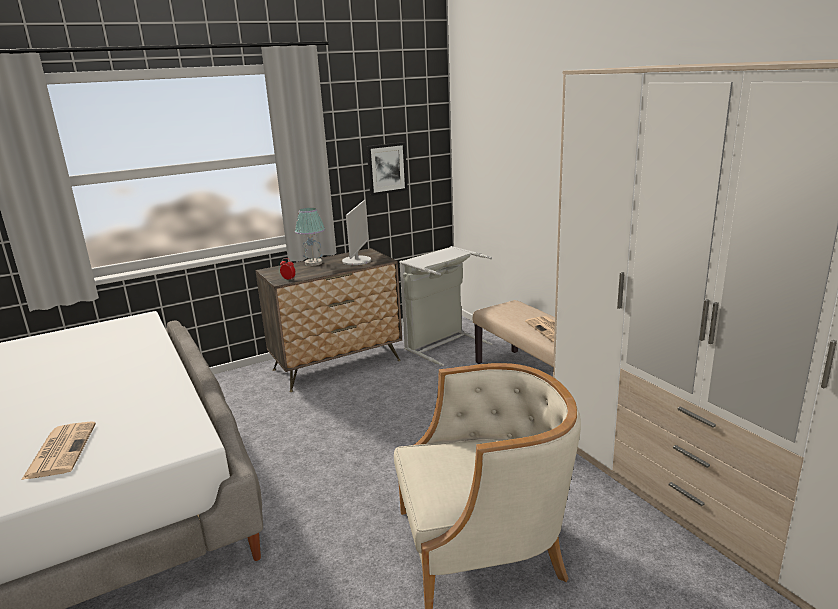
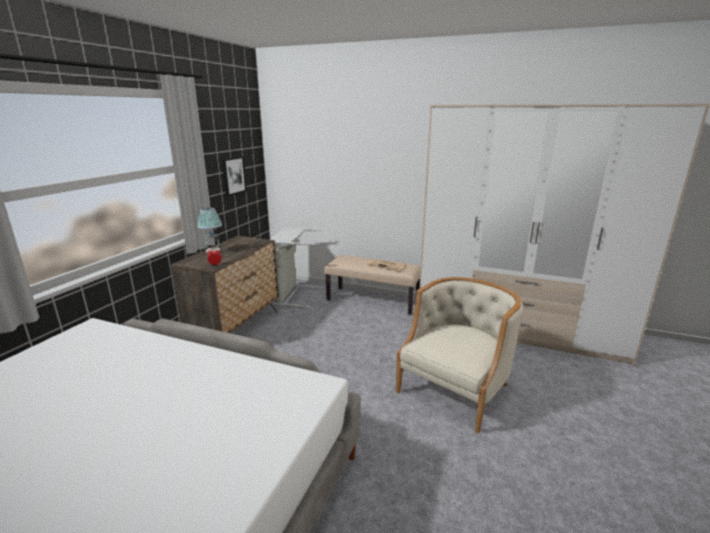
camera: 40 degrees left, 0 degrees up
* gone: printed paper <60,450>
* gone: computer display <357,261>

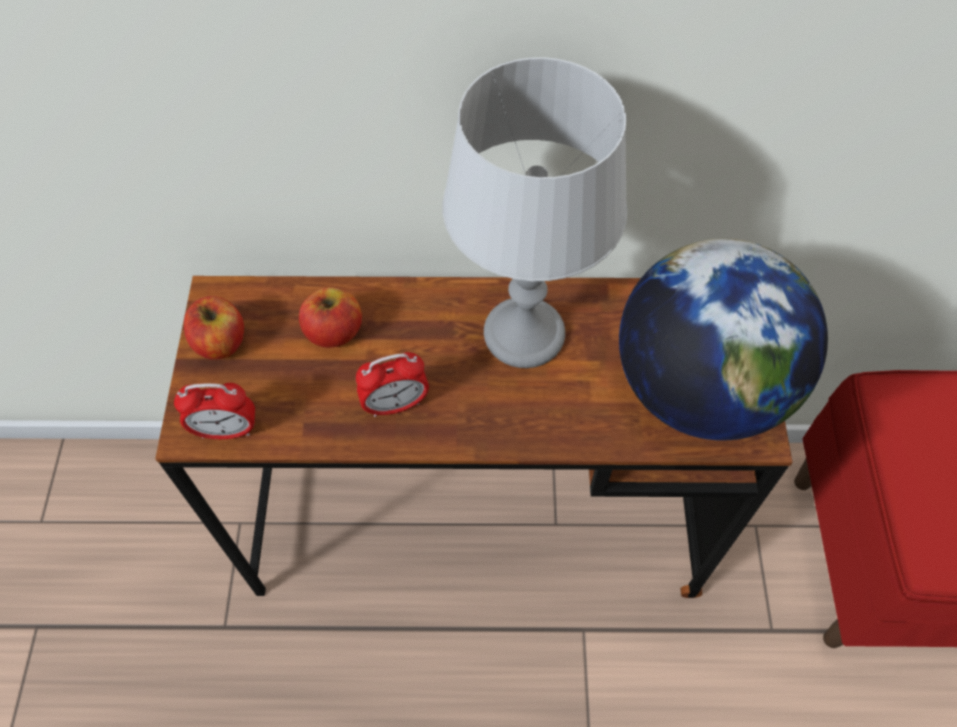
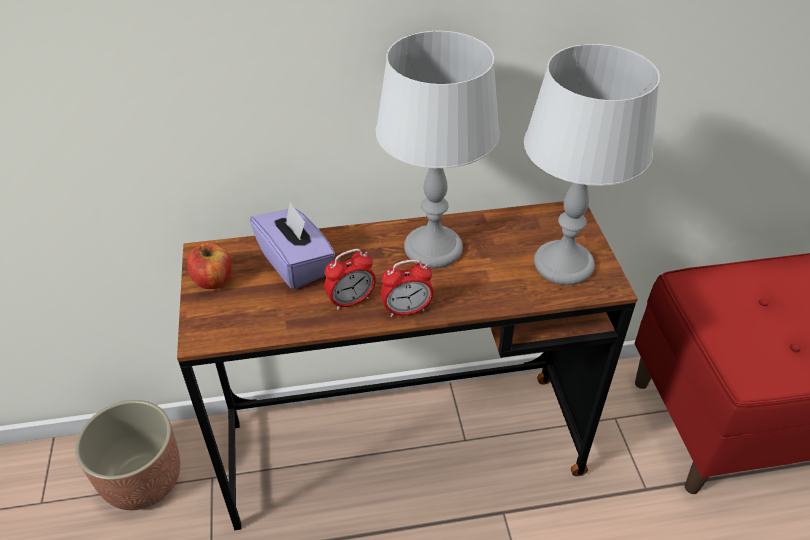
camera: 10 degrees left, 15 degrees down
* new: flower pot <142,479>
* shifted: bedside clock <226,430> to <406,310>
* swapped: apple fruit <334,332> to tissue holder/purplish <296,263>
* swapped: world globe <699,388> to table lamp/grey <562,264>

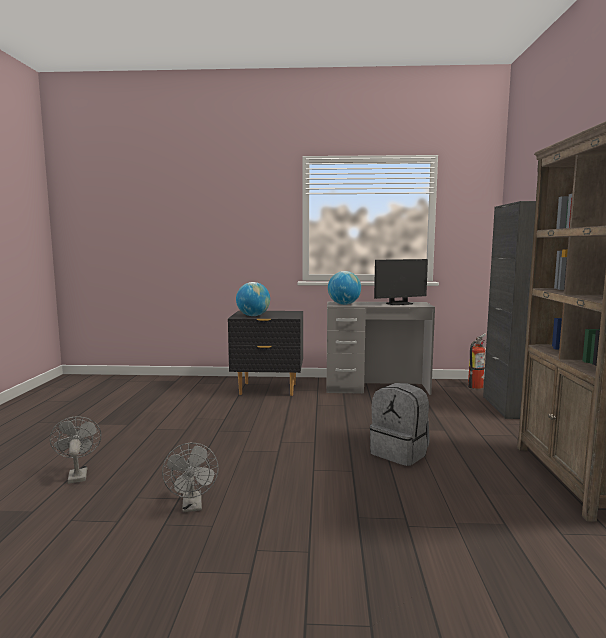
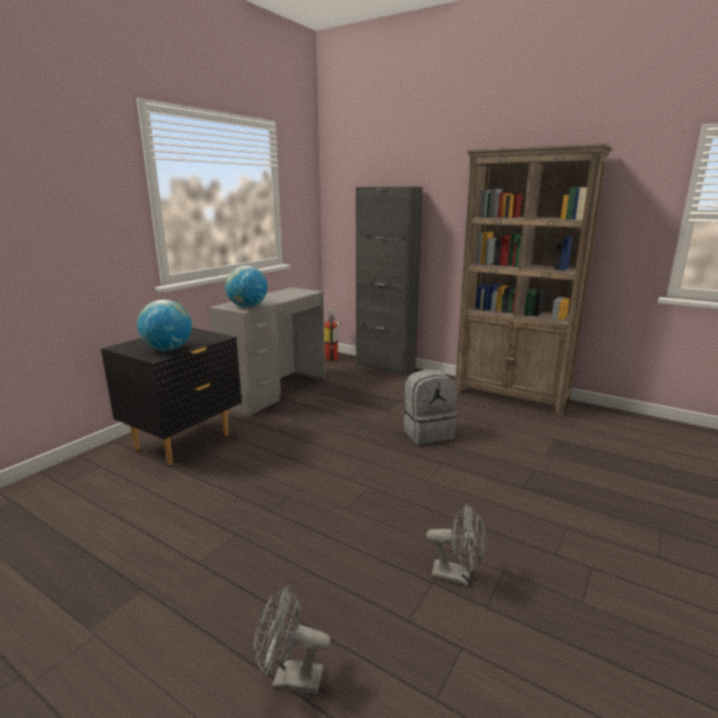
camera: 60 degrees left, 10 degrees up
* gone: computer display <399,303>

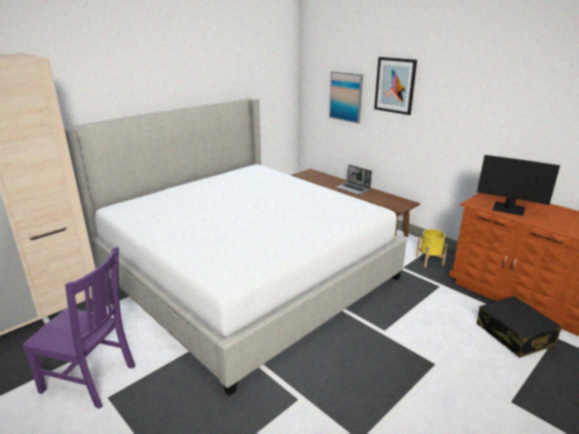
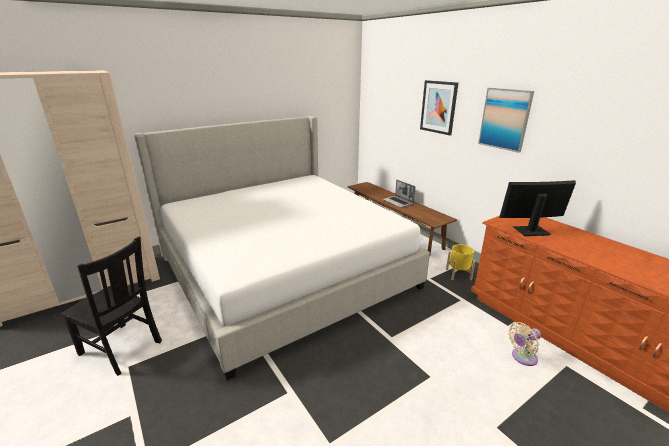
camera: 10 degrees right, 0 degrees up
* shifted: wall picture <346,97> to <505,119>
* swapped: piece of luggage/black-coloured <514,335> to cooling fan/beige-coloured <522,357>
* repainted: chair/purplish <91,379> to chair/black-coloured <122,349>
* rotated: computer display <508,209> = <530,231> 135 degrees clockwise

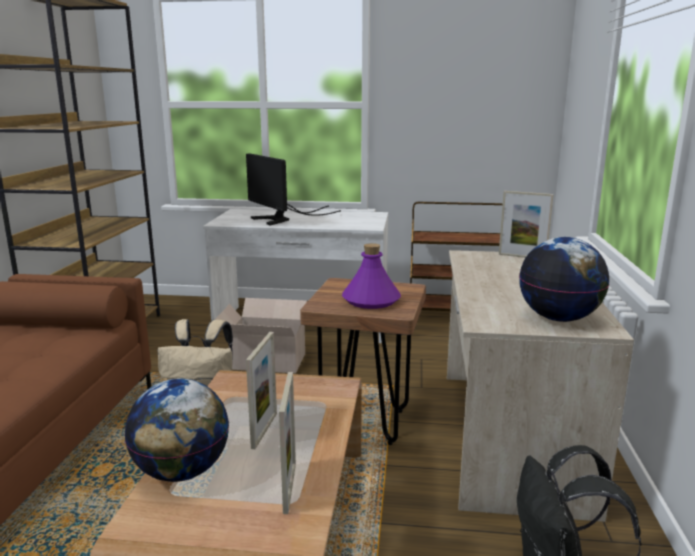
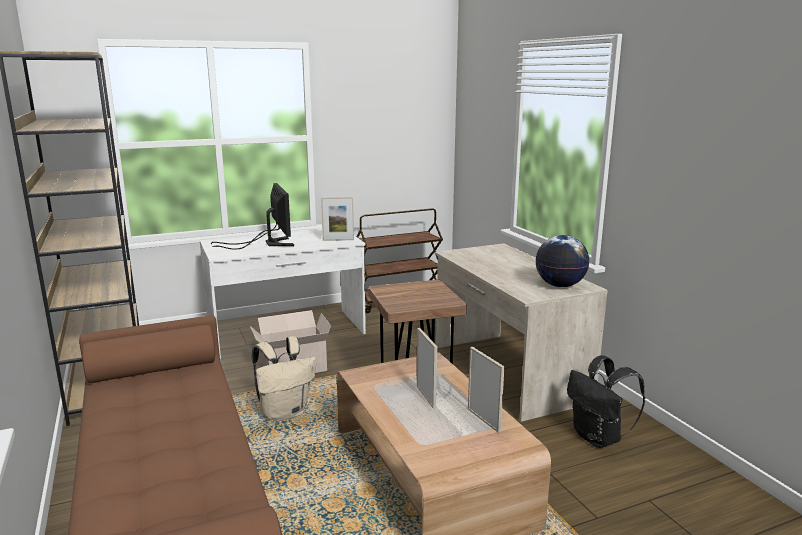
camera: 30 degrees left, 0 degrees up
* gone: world globe <181,472>
* gone: drink bottle/purplish <371,300>
* shifted: picture frame <522,257> to <338,240>
* rotated: computer display <283,219> = <268,243> 135 degrees counterclockwise

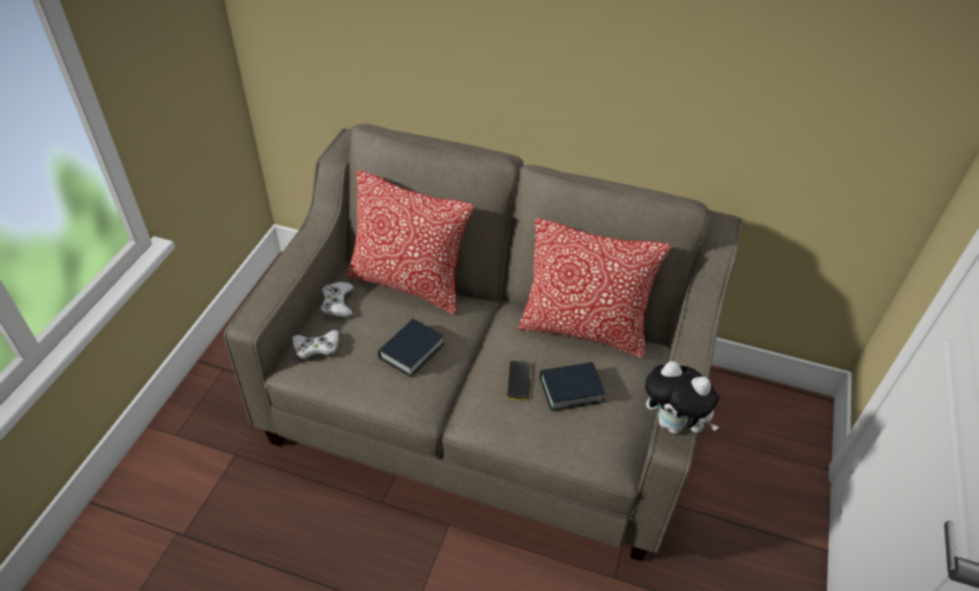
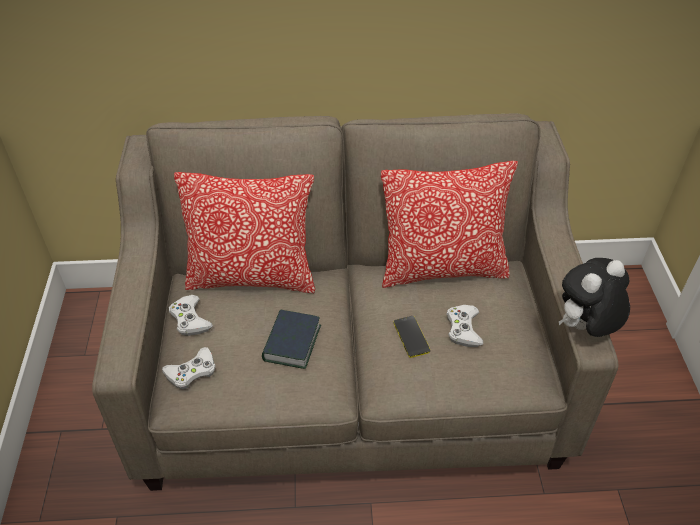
camera: 20 degrees left, 0 degrees up
* swapped: bound book <571,389> to gamepad/white-coloured <463,329>
* rotated: cuddly toy <673,424> = <584,328> 135 degrees clockwise

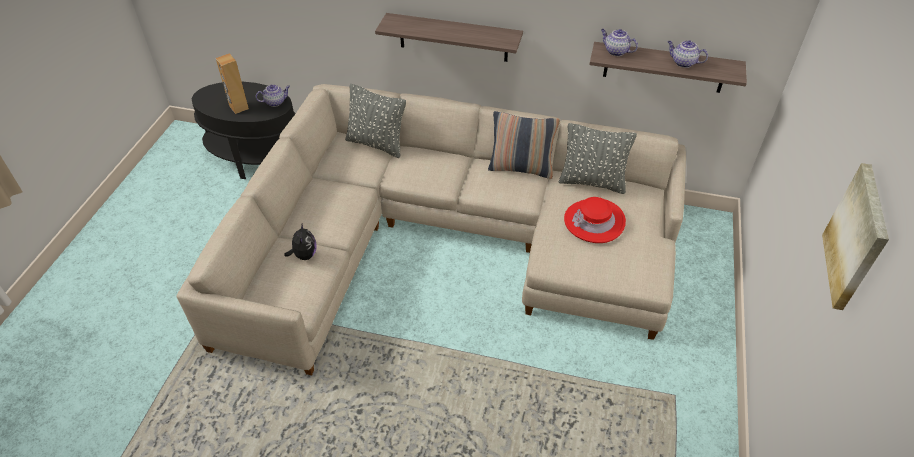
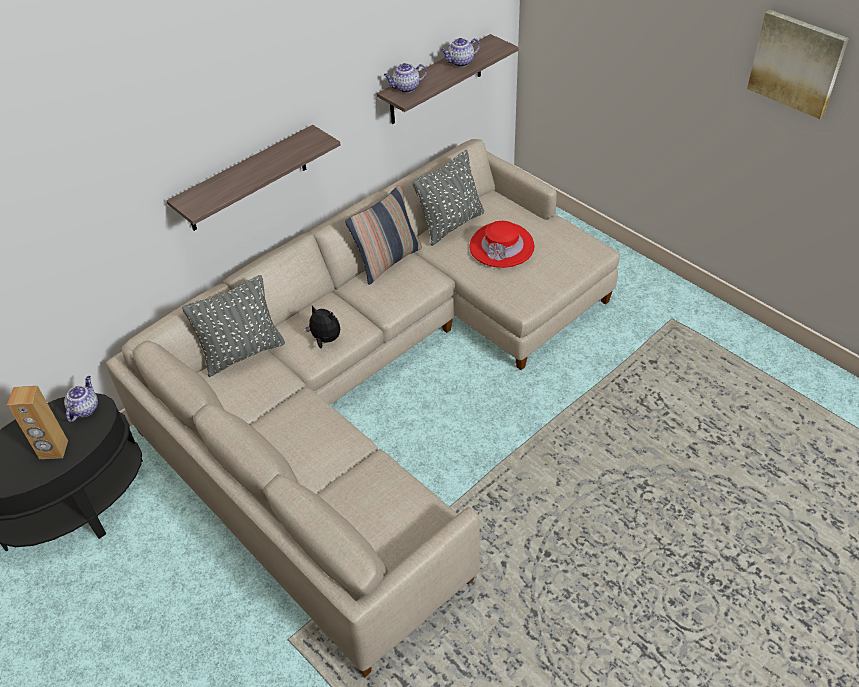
camera: 55 degrees left, 0 degrees up
* shifted: cuddly toy <304,255> to <325,340>

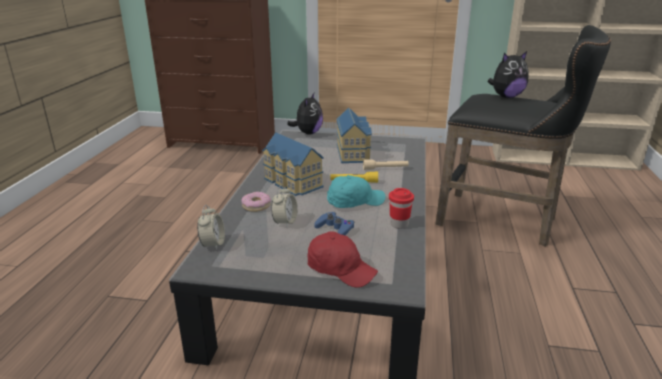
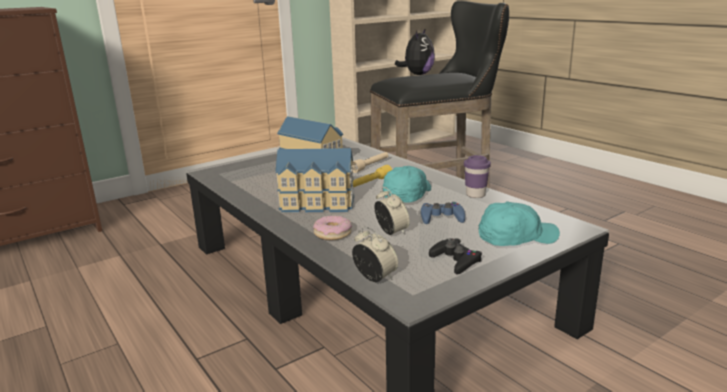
camera: 45 degrees left, 5 degrees down
* gone: cuddly toy <308,133>
* new: gamepad/black-coloured <455,260>
* repainted: cap/red <340,269> to cap/turquoise <515,238>
* repainted: small cup/red <399,224> to small cup/purplish <475,195>

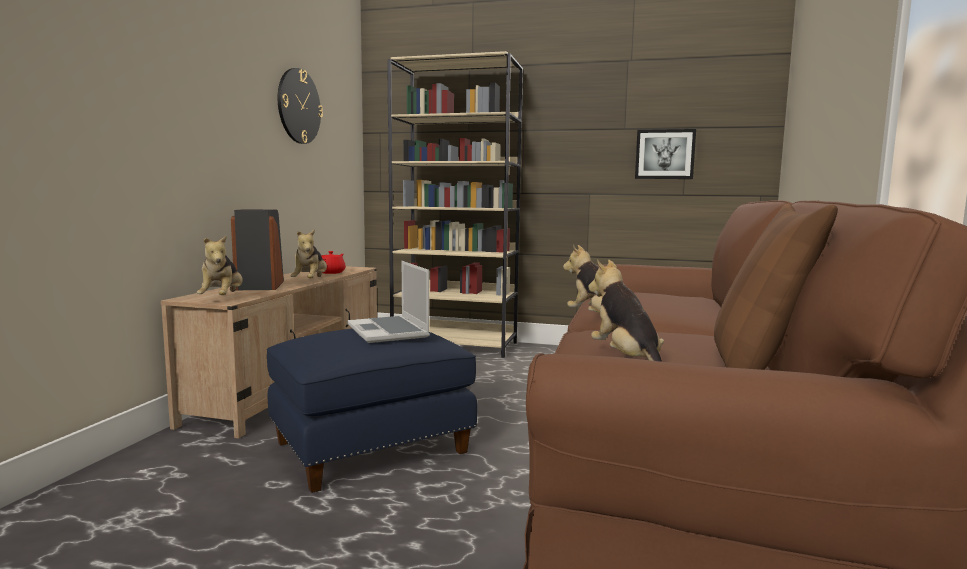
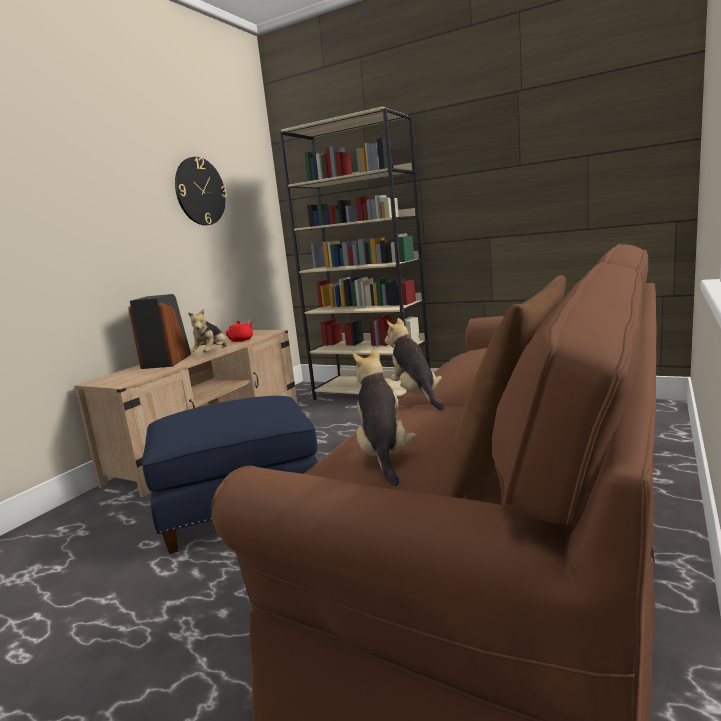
camera: 15 degrees right, 5 degrees up
* gone: cuddly toy <222,299>
* gone: laptop <389,331>
* gone: wall picture <664,154>

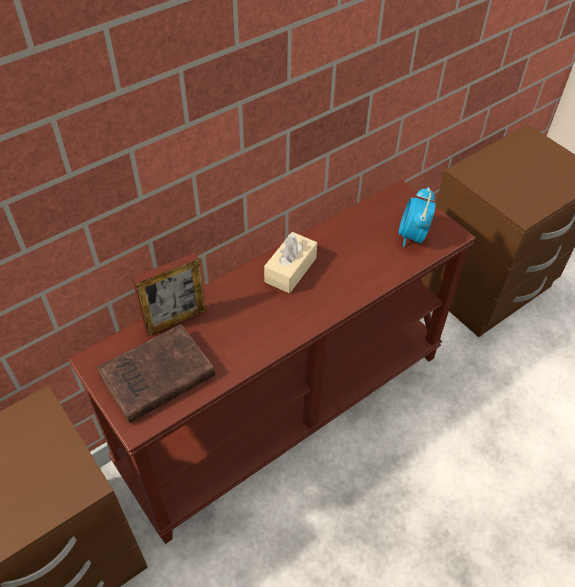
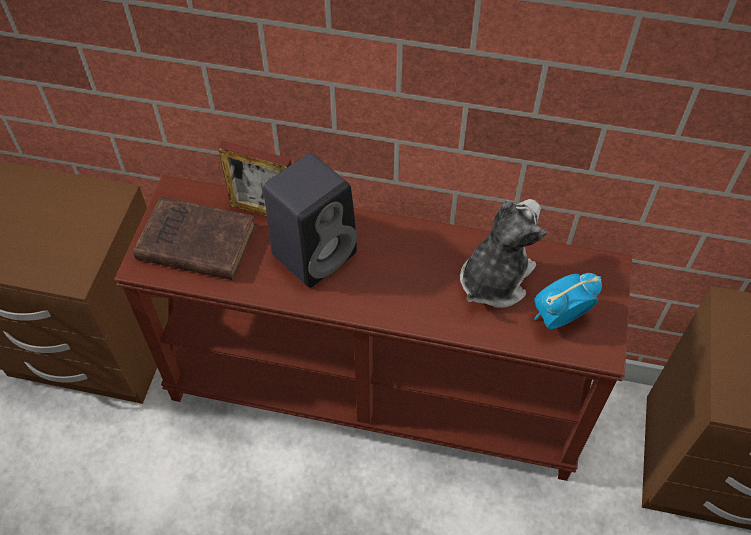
camera: 50 degrees right, 5 degrees up
* gone: tissue holder/beige-coloured <290,270>
* new: loudspeaker/black-coloured <316,252>
* new: cuddly toy <494,279>

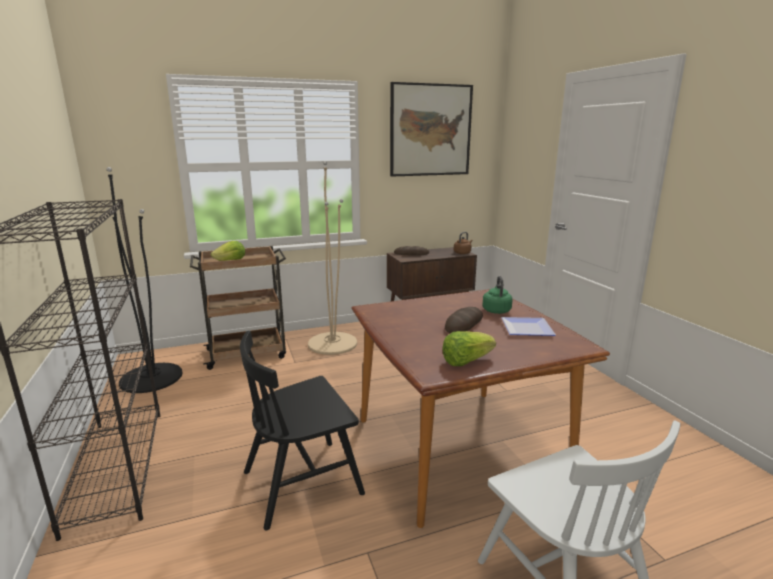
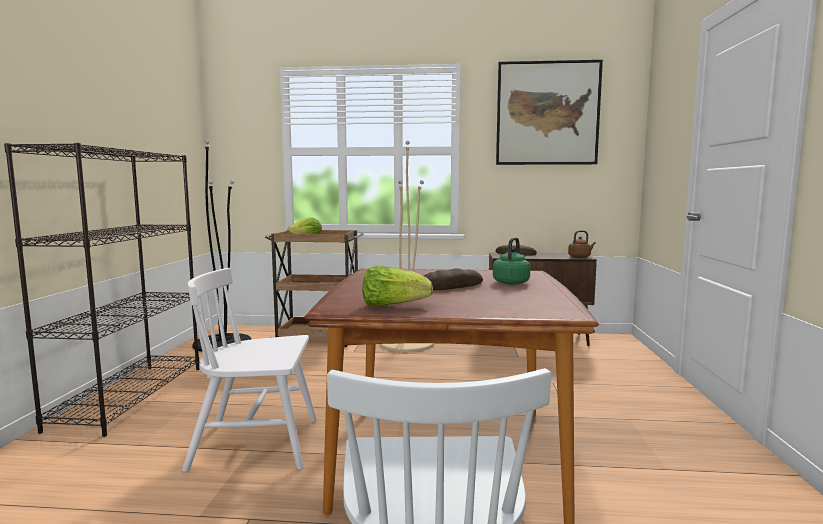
camera: 25 degrees right, 10 degrees down
* gone: dinner plate <525,328>
* repainted: chair/black-coloured <303,482> to chair/white-coloured <257,444>

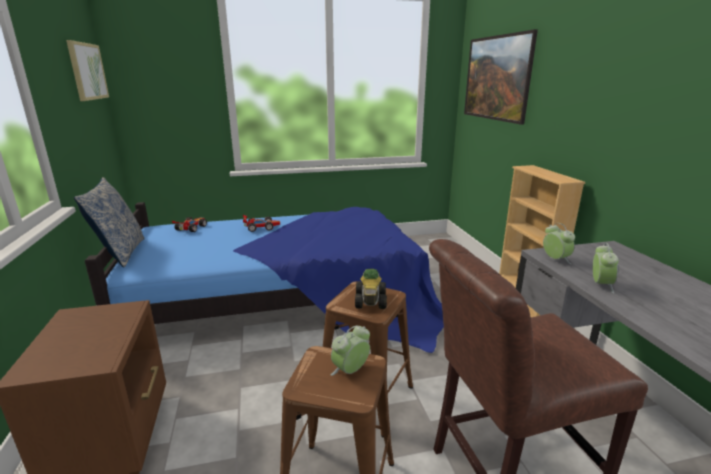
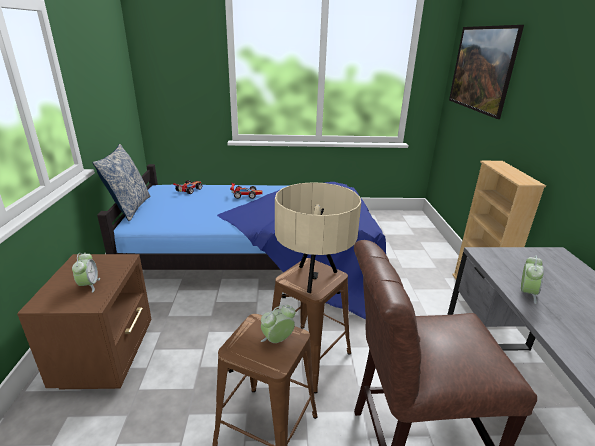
camera: 10 degrees right, 5 degrees up
* gone: wall picture <87,71>
* shifted: bedside clock <555,260> to <89,285>
* swapped: model car <369,302> to table lamp/beige-coloured <313,280>

